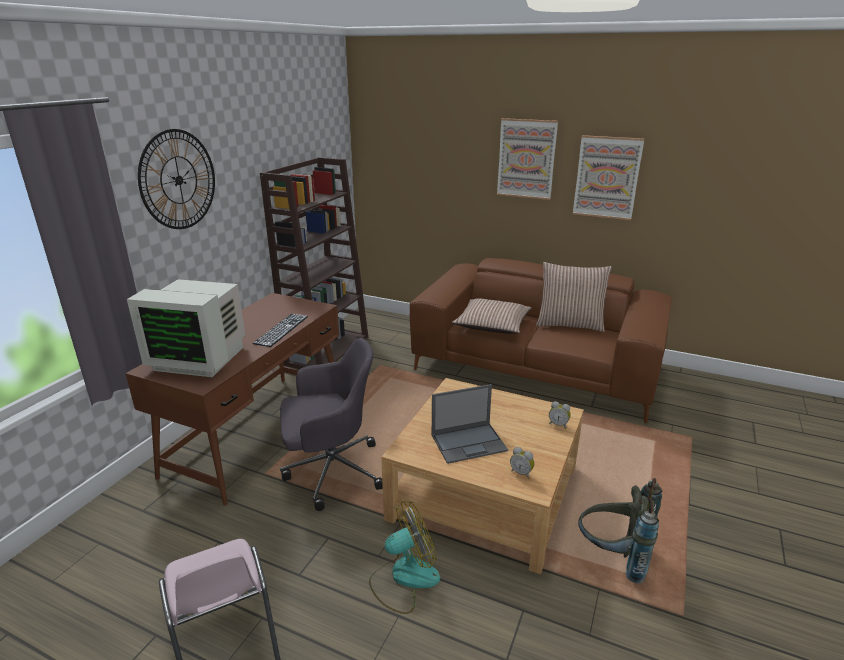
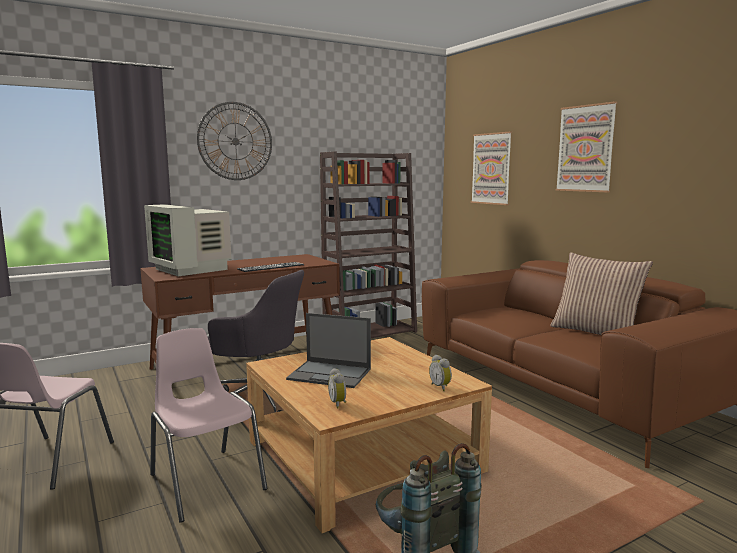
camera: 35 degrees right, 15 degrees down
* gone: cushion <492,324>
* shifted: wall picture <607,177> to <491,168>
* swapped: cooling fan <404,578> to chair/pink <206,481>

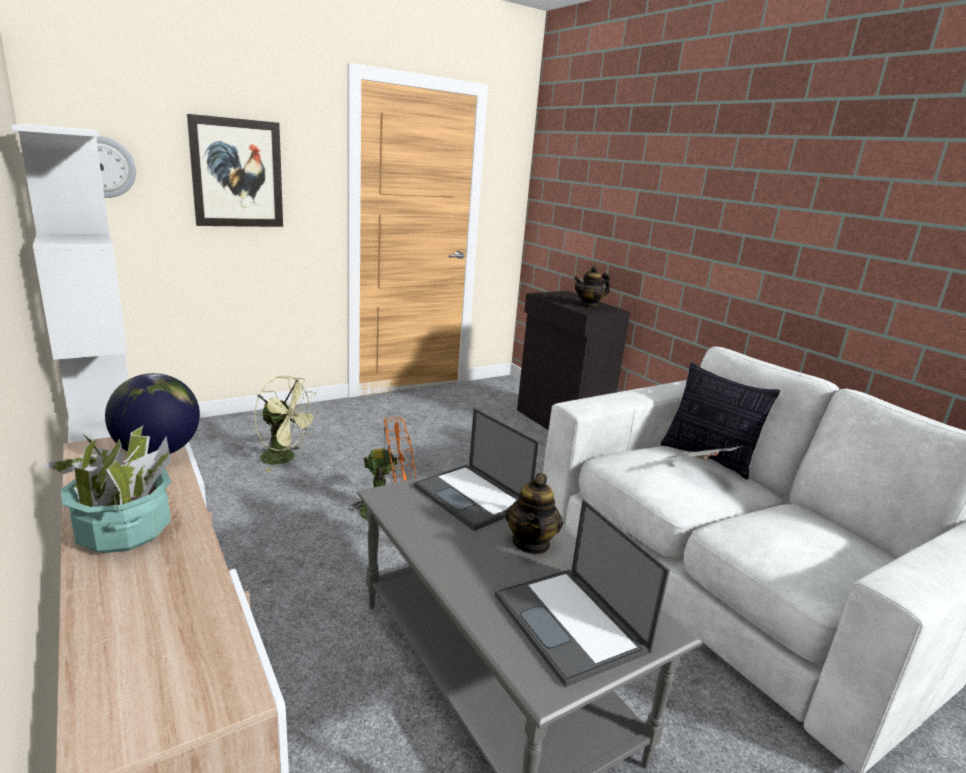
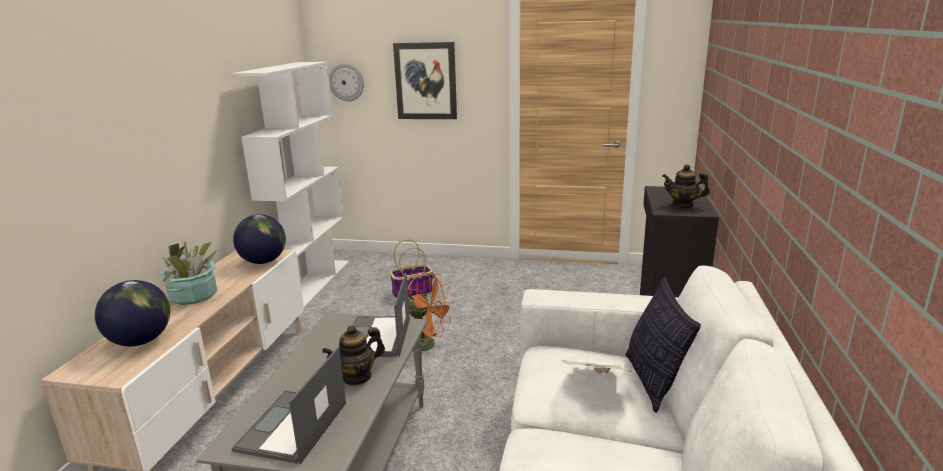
camera: 45 degrees right, 0 degrees up
* new: world globe <140,341>
* swapped: cooling fan/green <285,459> to basket <413,292>

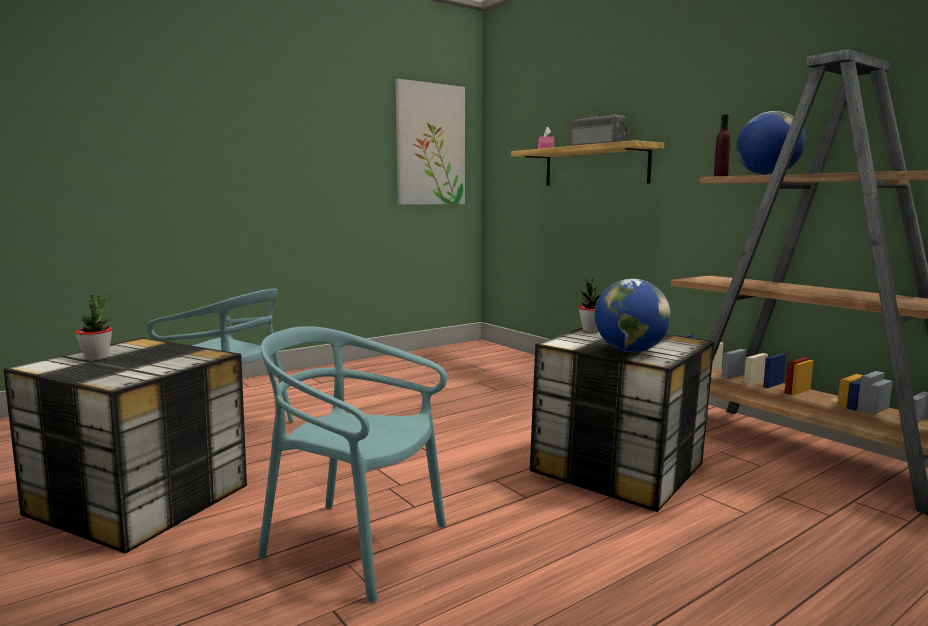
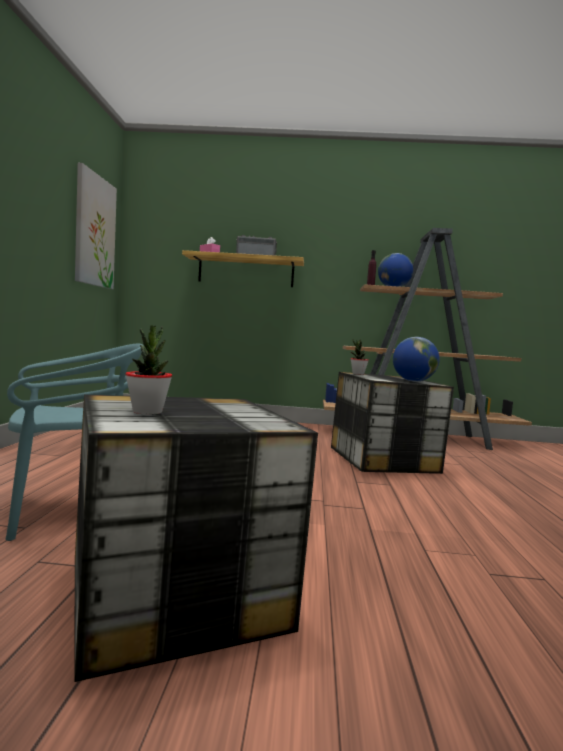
camera: 50 degrees left, 5 degrees down
* gone: chair/turquoise <355,545>

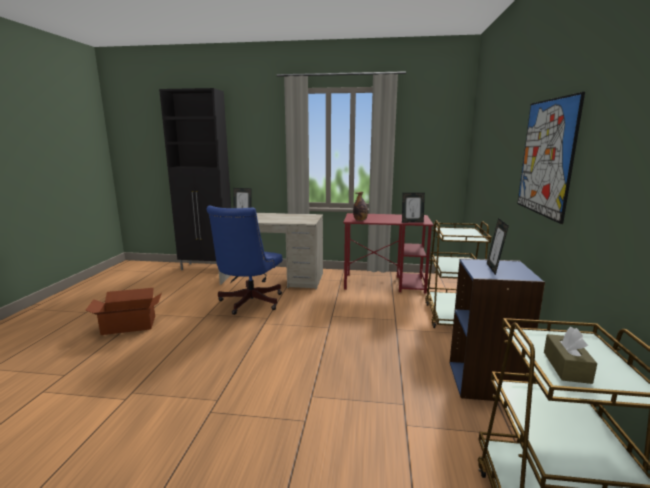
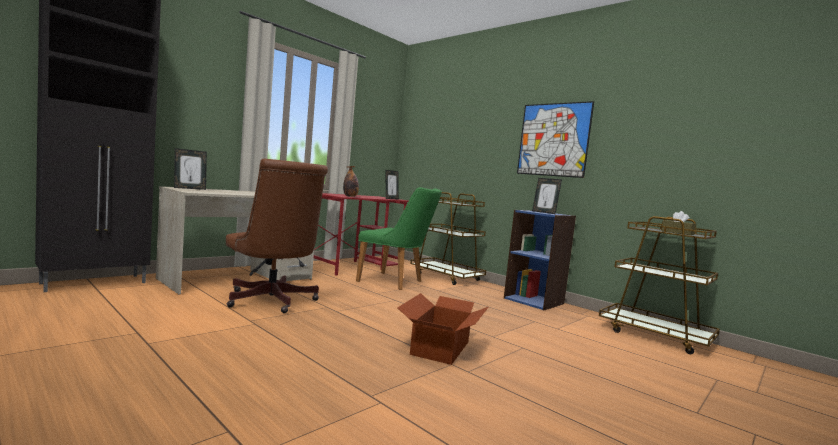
camera: 55 degrees left, 10 degrees down
* new: chair/green <396,282>
* shifted: packing box <129,325> to <441,348>
* repainted: desk chair/blue-coloured <248,303> to desk chair/brownish <272,302>

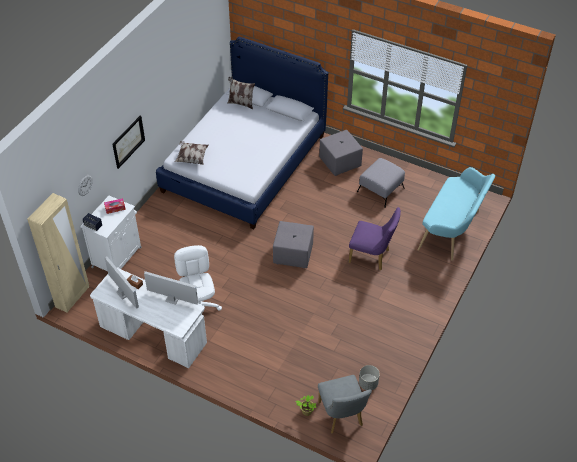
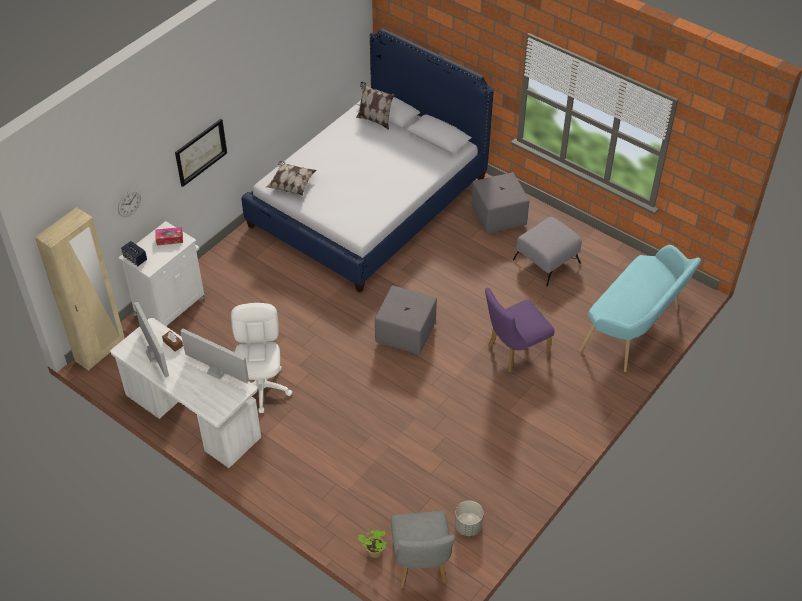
camera: 10 degrees right, 0 degrees up
* rotated: chair/purplish <372,257> = <513,351> 120 degrees clockwise

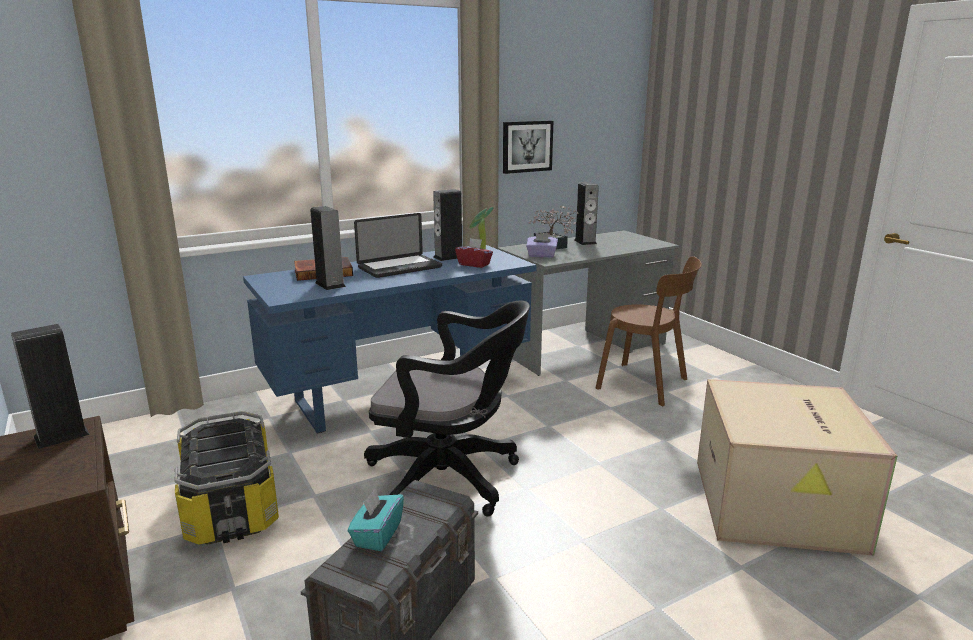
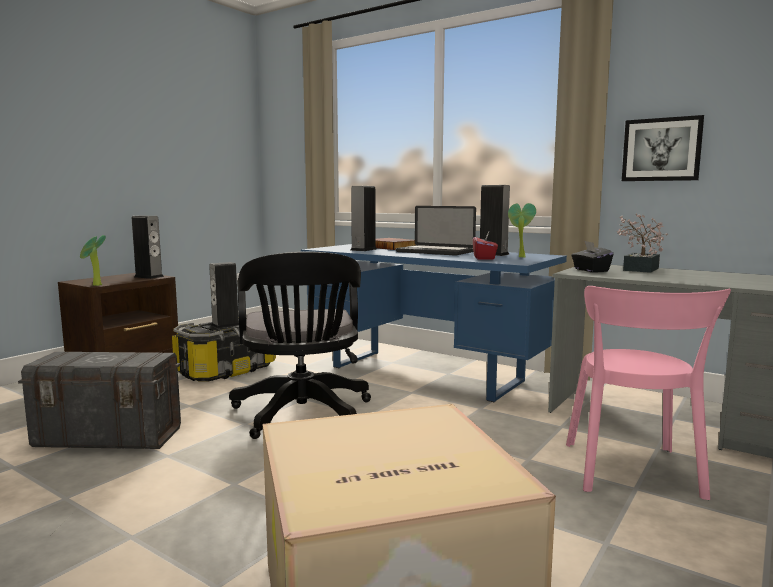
camera: 65 degrees right, 10 degrees down
* gone: tissue holder/turquoise <377,535>
* new: plant in a pot <95,285>
* shifted: loudspeaker <585,242> to <225,325>
* repainted: tissue holder/purplish <541,255> to tissue holder/black-coloured <590,270>
* repainted: chair/brownish <646,385> to chair/pink <632,473>

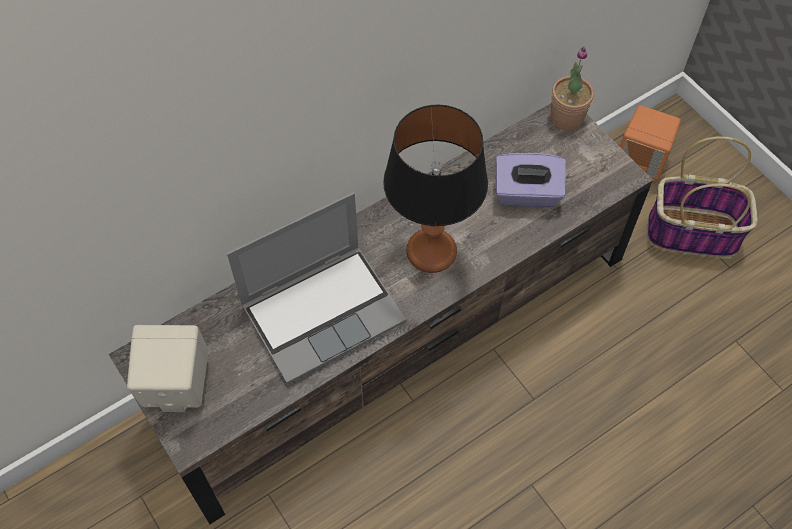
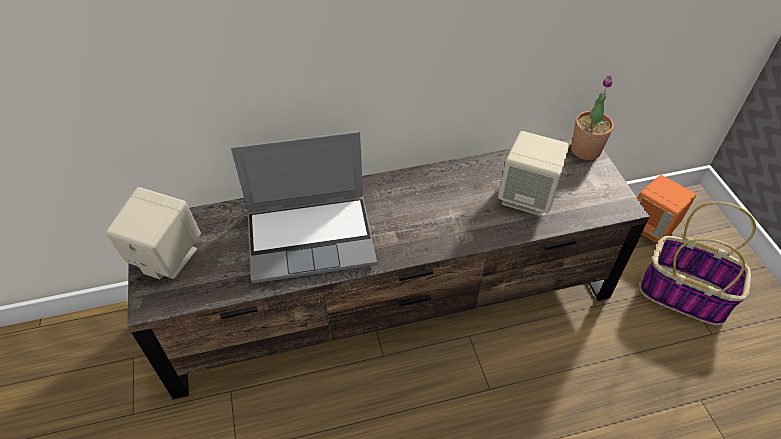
camera: 20 degrees right, 10 degrees down
* gone: table lamp <430,251>
* swapped: tissue holder/purplish <527,194> to loudspeaker/beige-coloured <527,197>

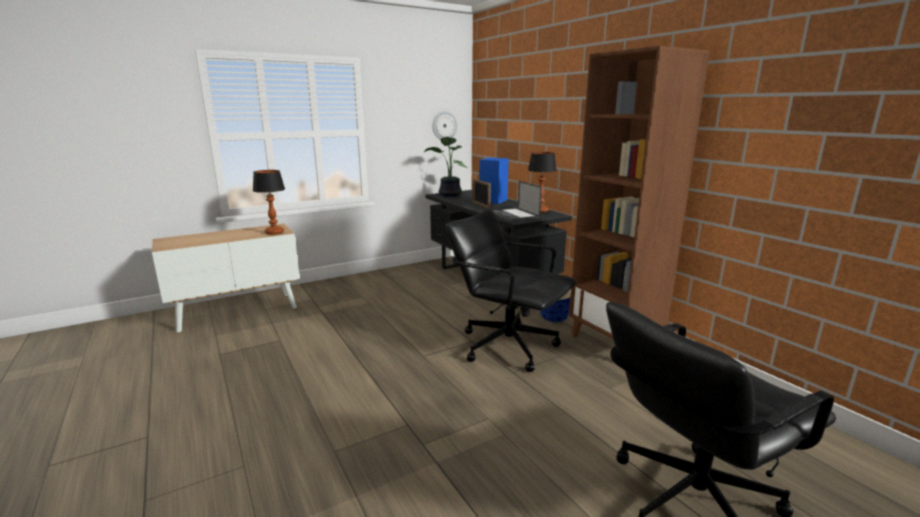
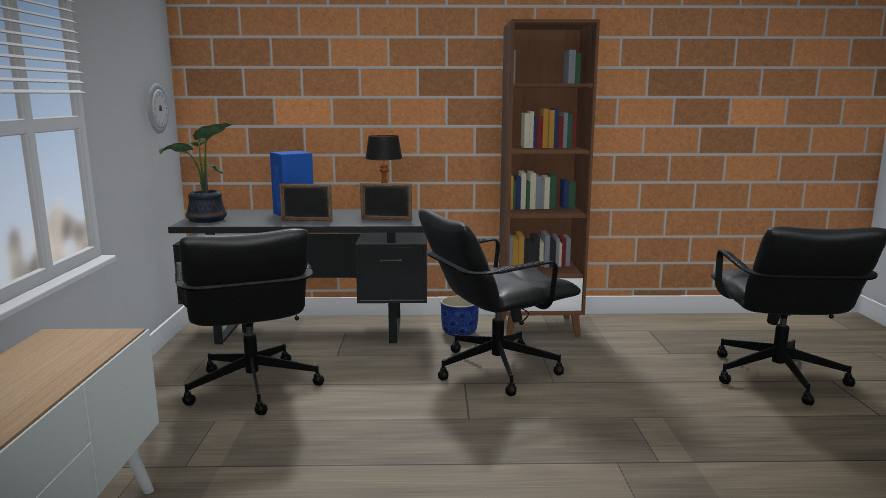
camera: 60 degrees left, 5 degrees down
* gone: table lamp <274,232>
* new: desk chair/black-coloured <252,388>
* swapped: laptop <515,215> to picture frame <386,219>

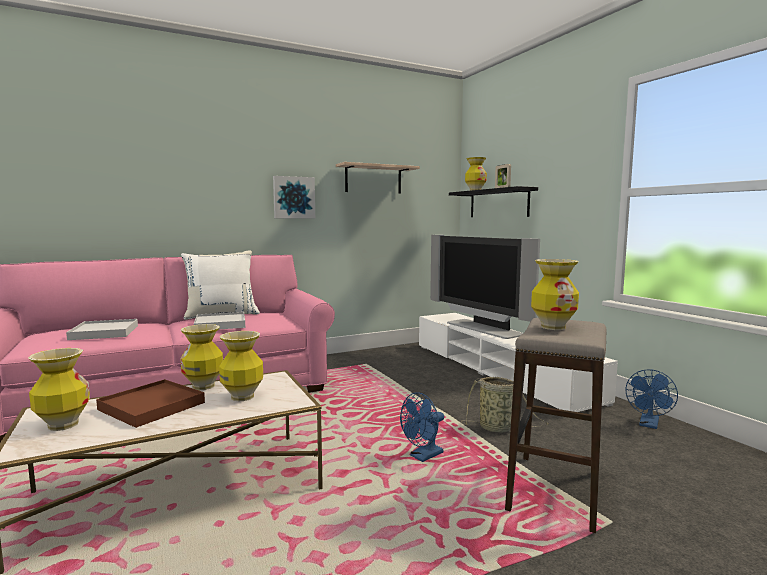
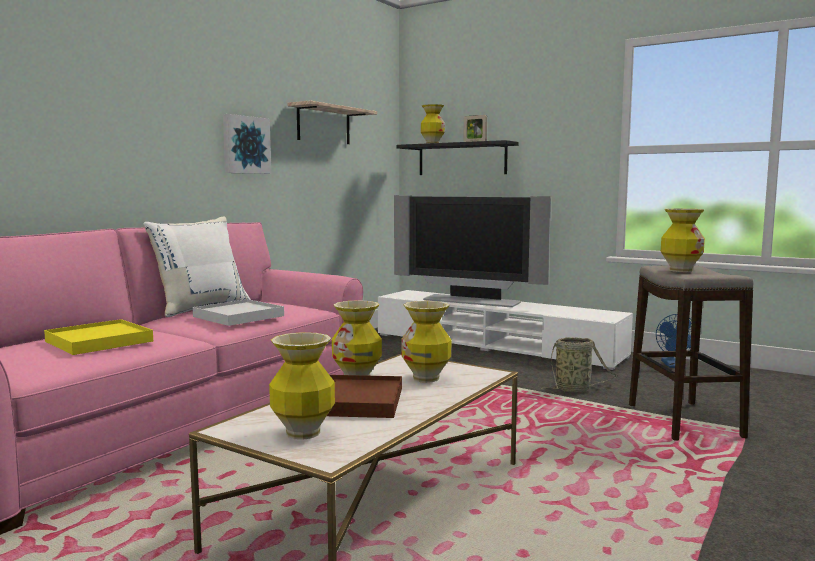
camera: 30 degrees left, 0 degrees up
* gone: cooling fan/blue-coloured <423,456>
* repainted: carrying tray/white-coloured <104,332> to carrying tray/yellowish <99,341>

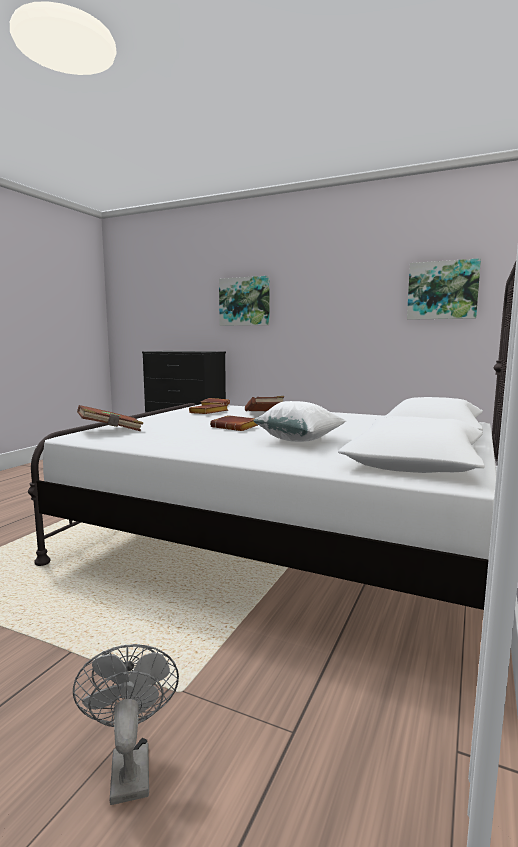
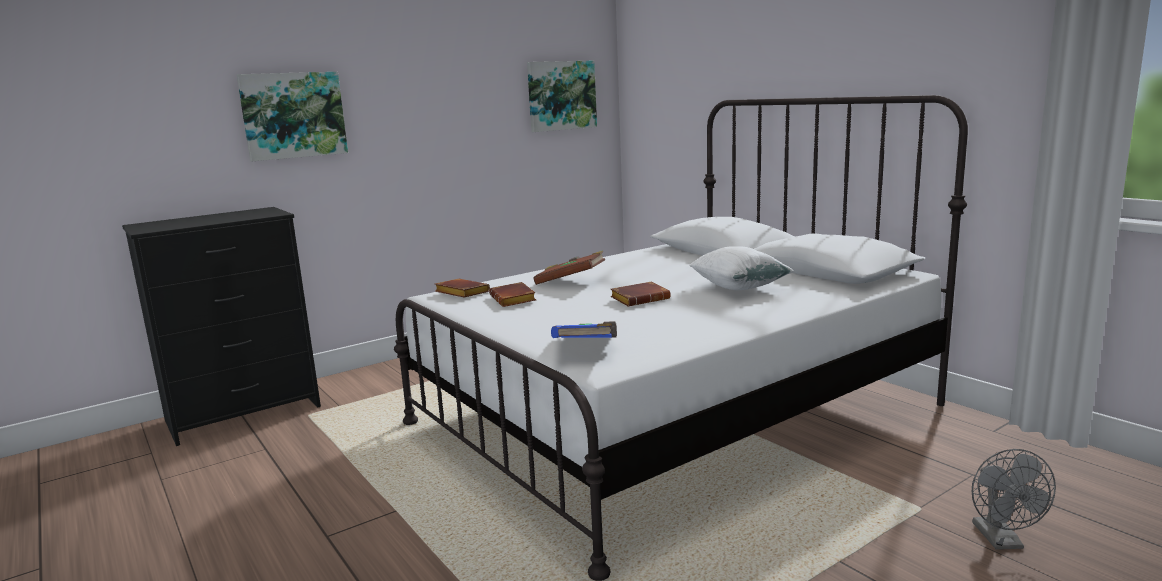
camera: 60 degrees left, 5 degrees up
* repainted: bound book/brownish <110,430> to bound book/blue-coloured <586,349>
* rotated: cooling fan/grey <129,765> = <1002,541> 105 degrees counterclockwise

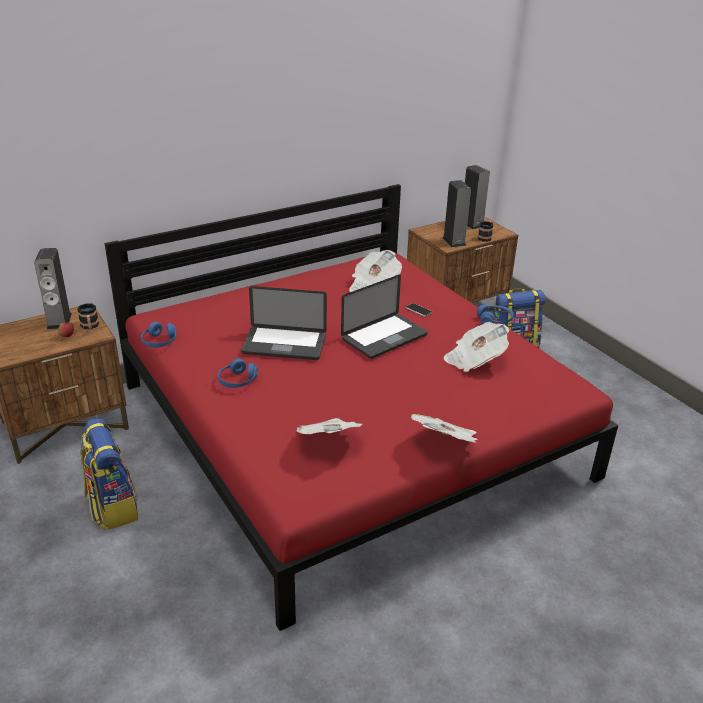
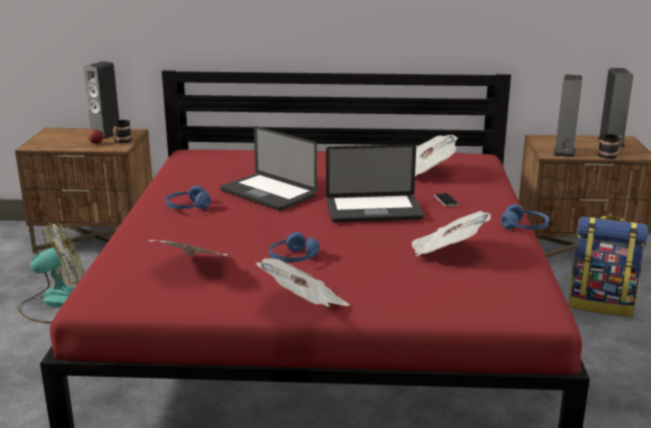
camera: 35 degrees right, 10 degrees down
* shifted: pair of headphones/blue-coloured <159,341> to <293,258>
* swapped: rucksack <112,506> to cooling fan <55,302>

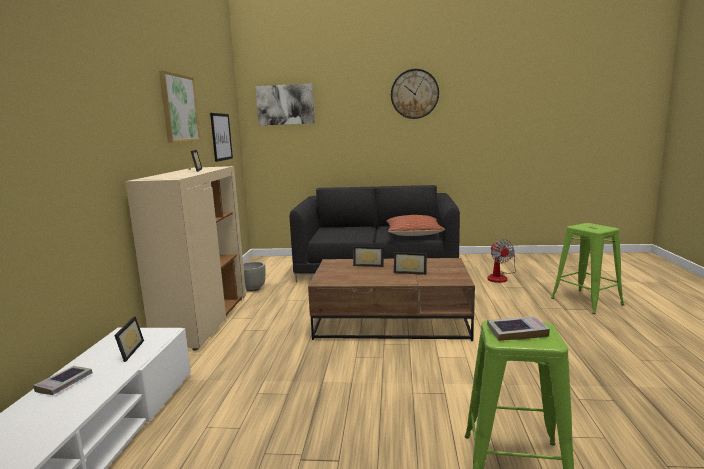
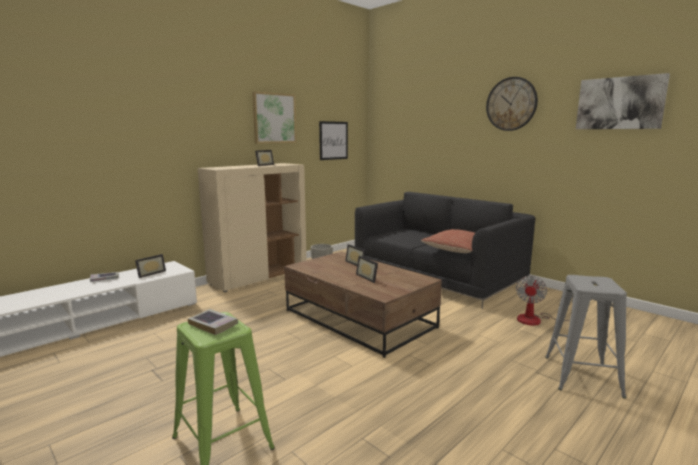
camera: 40 degrees right, 0 degrees up
* shifted: wall picture <285,104> to <620,103>
* repainted: stool seat/green <586,301> to stool seat/grey <582,375>

